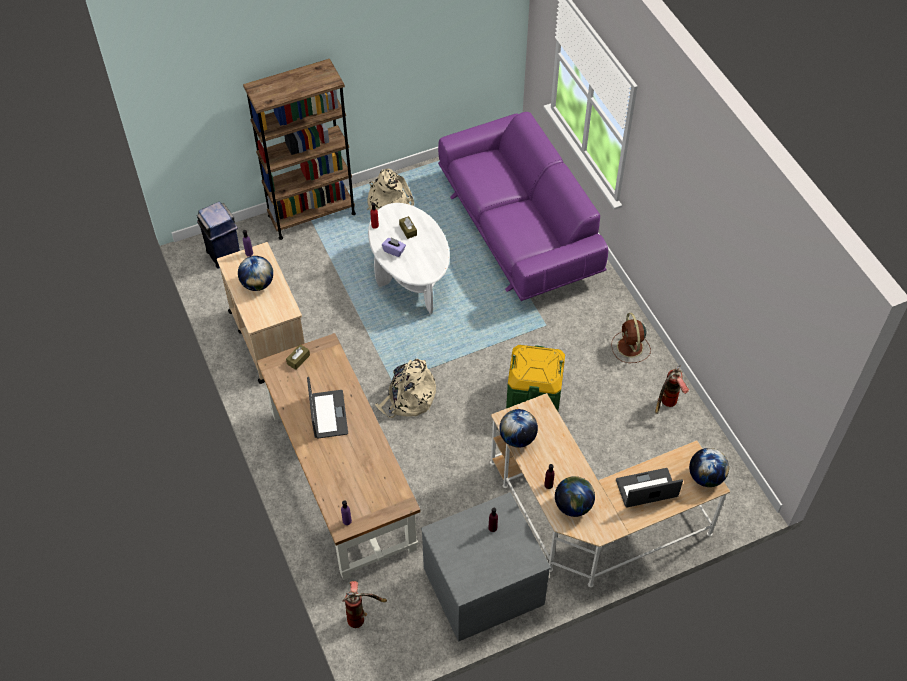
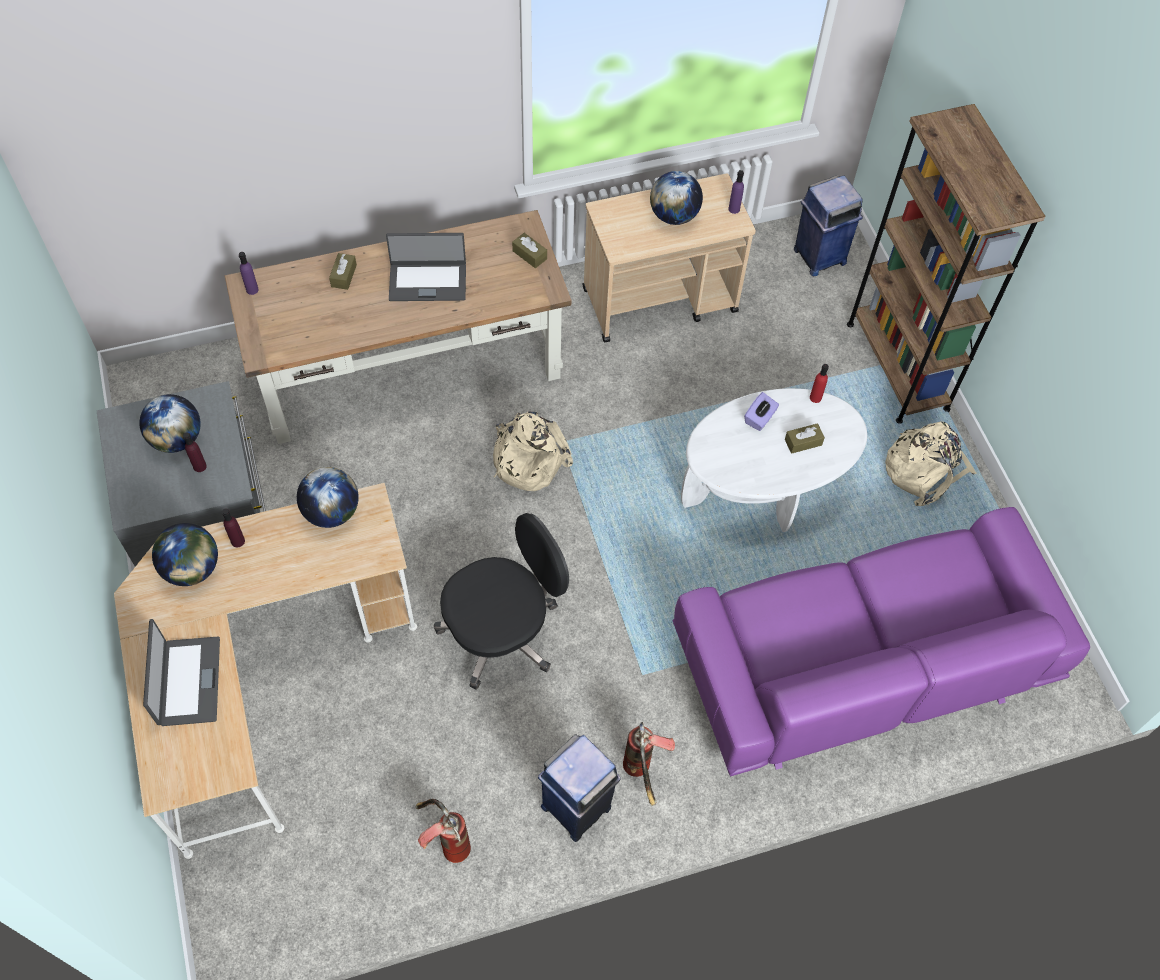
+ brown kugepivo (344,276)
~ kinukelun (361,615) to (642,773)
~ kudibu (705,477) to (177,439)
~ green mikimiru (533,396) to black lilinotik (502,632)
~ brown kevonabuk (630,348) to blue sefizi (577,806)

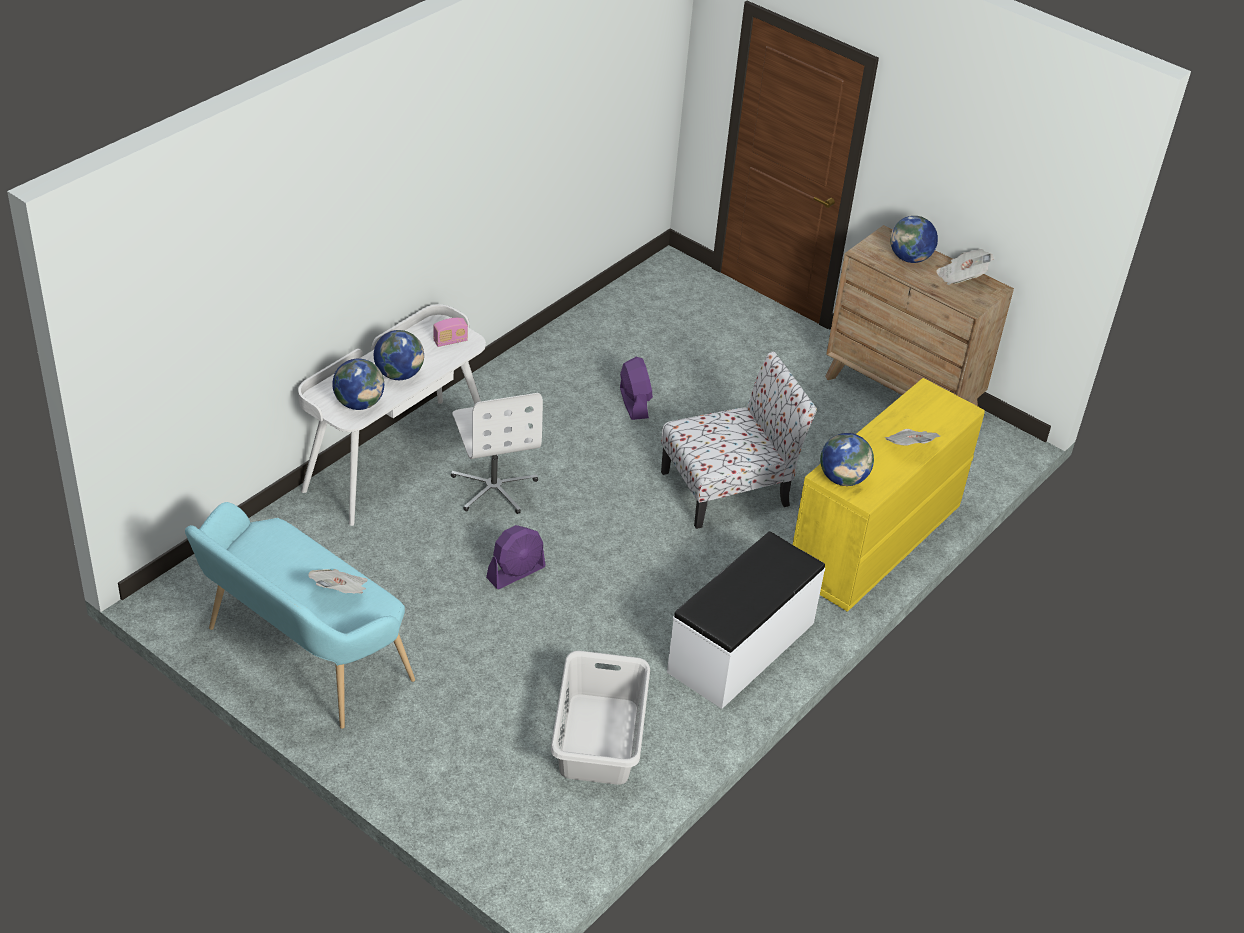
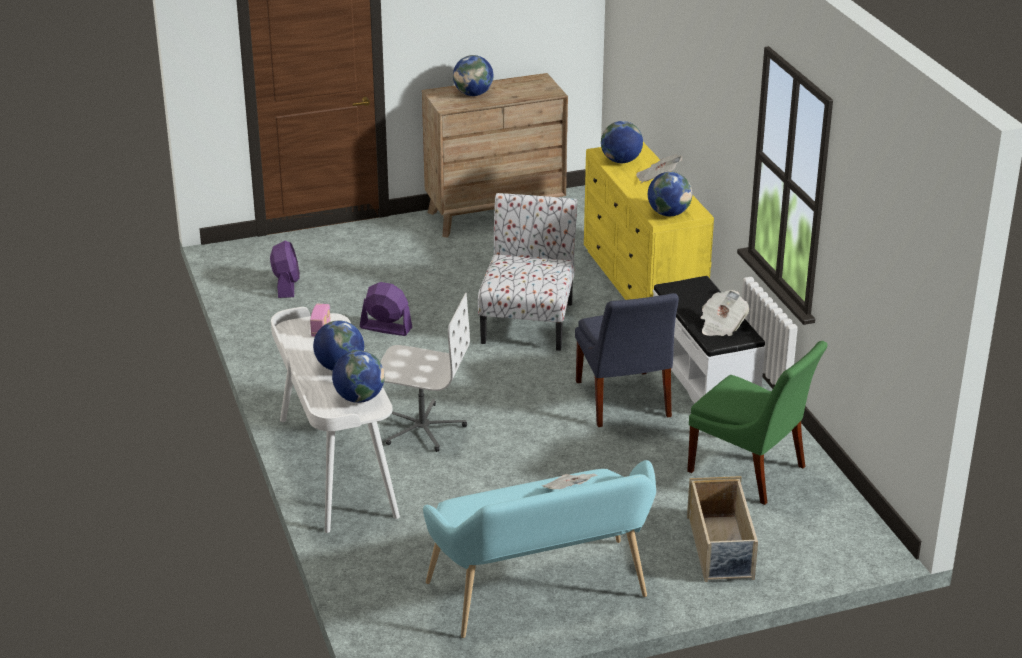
+ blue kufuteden (623,402)
+ kudibu (621,161)
+ beige mikimiru (721,548)
~ purple kevonabuk (516,572) to (286,286)
~ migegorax (961,277) to (721,326)
~ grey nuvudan (597,739) to green kufuteden (750,471)

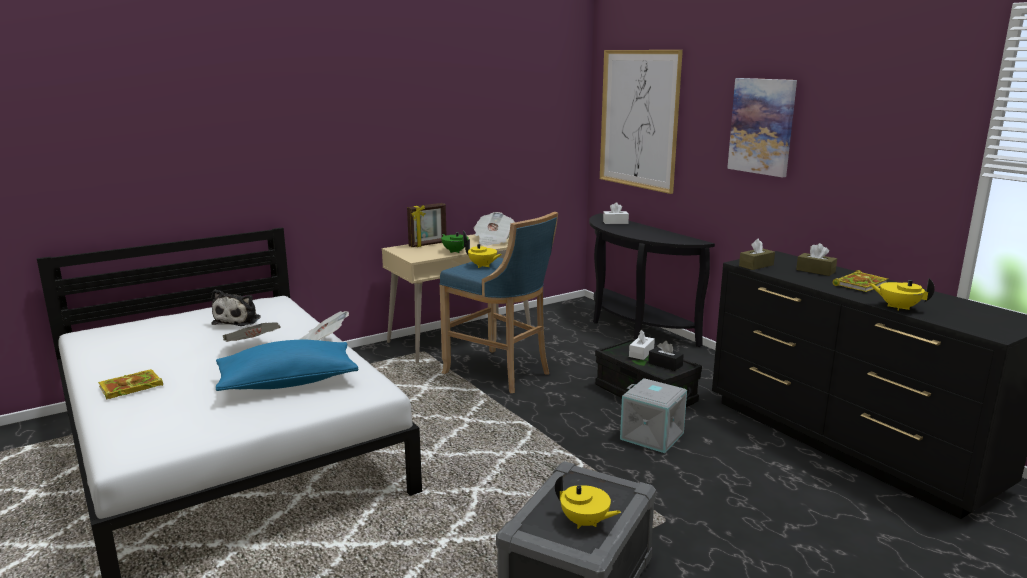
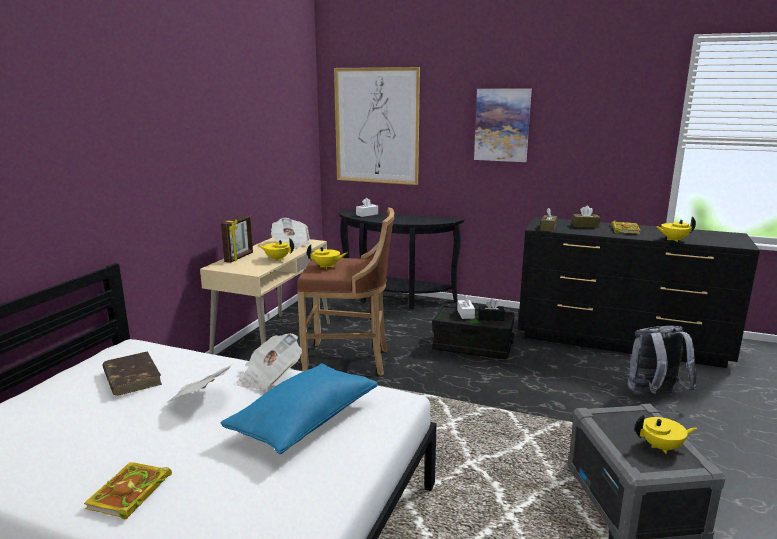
- grey mikimiru (653,436)
+ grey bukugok (654,396)
~ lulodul (239,320) to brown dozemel (131,377)
~ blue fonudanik (501,373) to brown fonudanik (349,361)
~ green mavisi (455,251) to yellow mavisi (277,259)

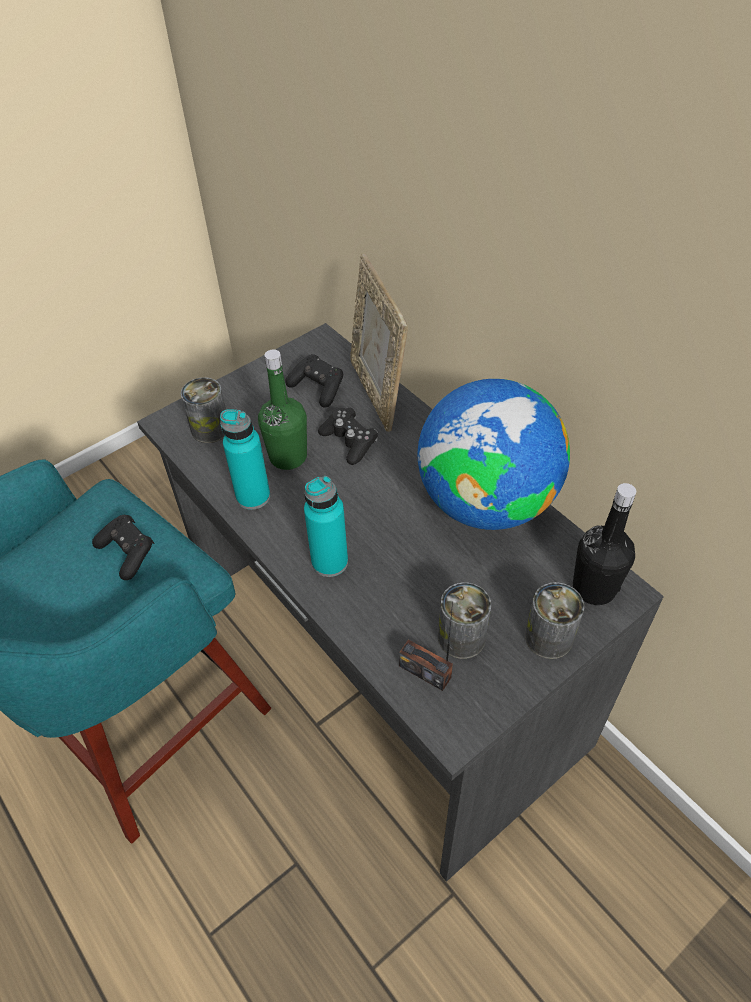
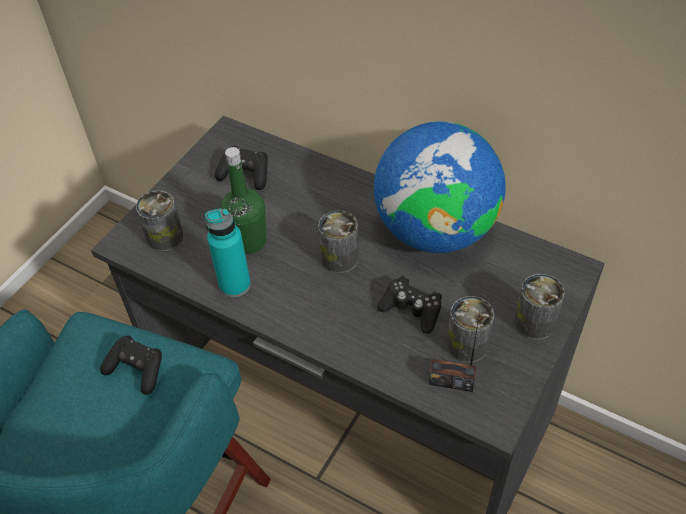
- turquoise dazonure (329,562)
- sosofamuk (377,392)
- black dazonure (594,588)
+ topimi (339,258)
~ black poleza (349,441) to (411,310)

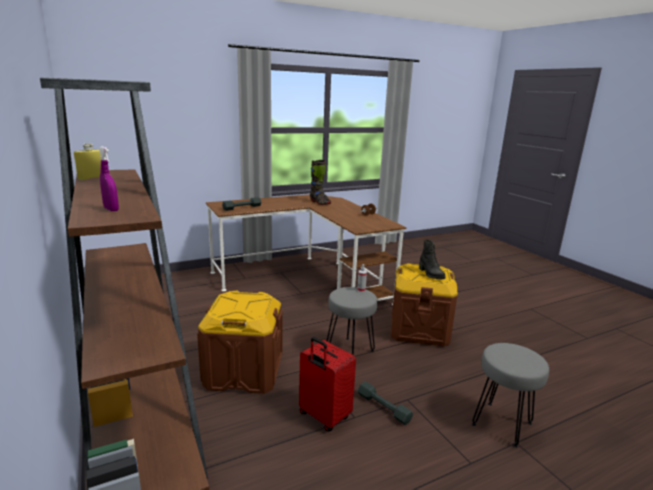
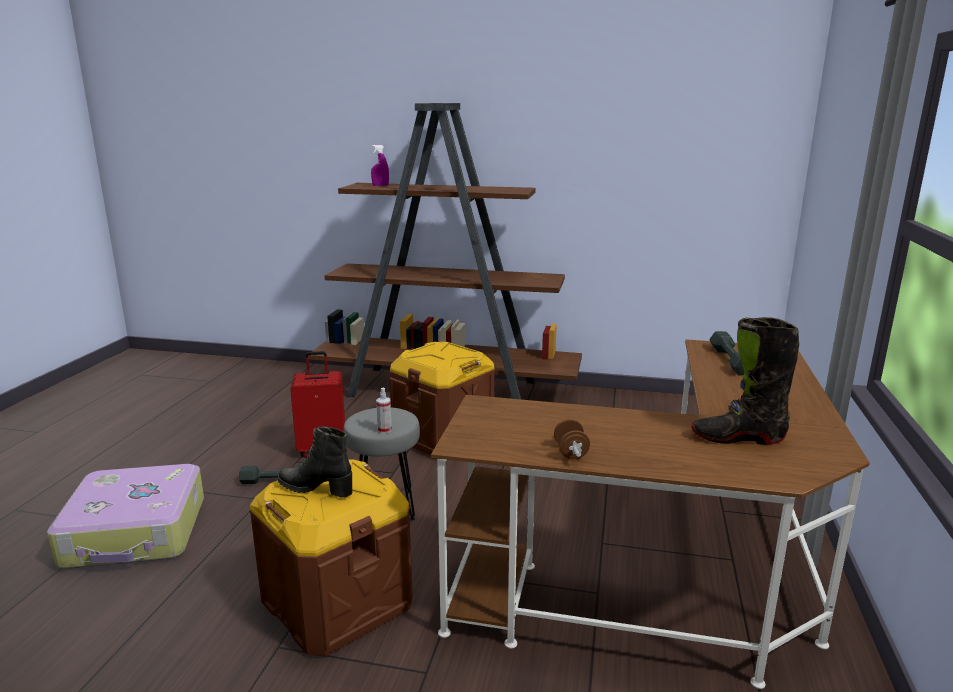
- yellow dazonure (92,178)
~ grey fonudanik (501,424) to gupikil (136,532)

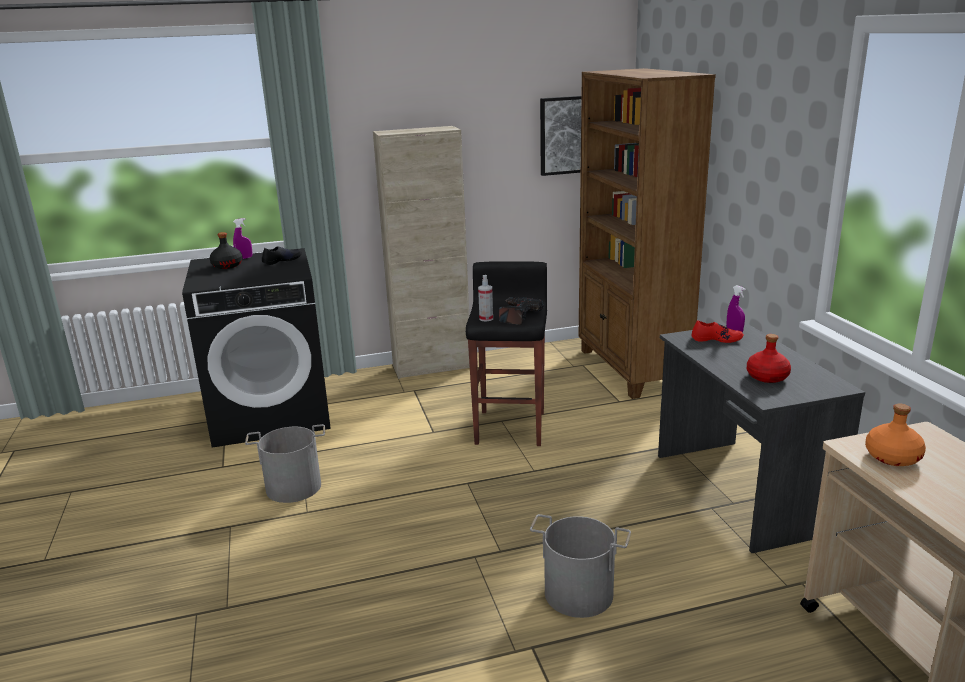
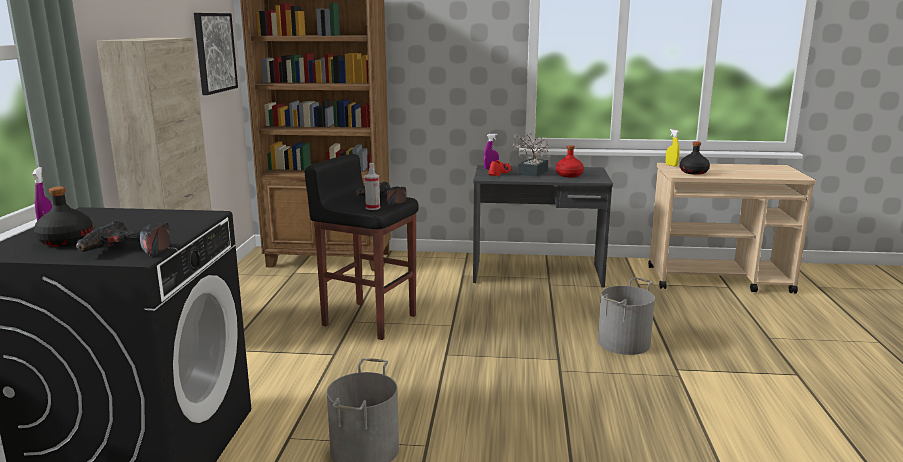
- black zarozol (282,260)
+ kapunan (126,250)
+ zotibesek (531,173)
+ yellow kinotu (671,165)
~ orange dazonure (892,457) to black dazonure (693,172)

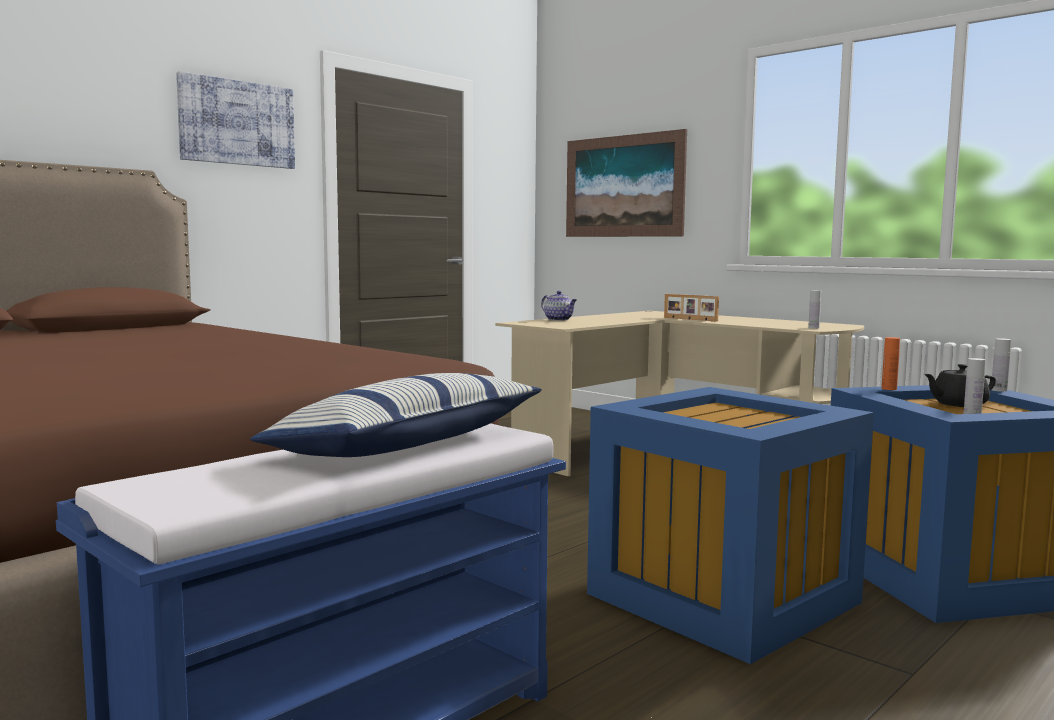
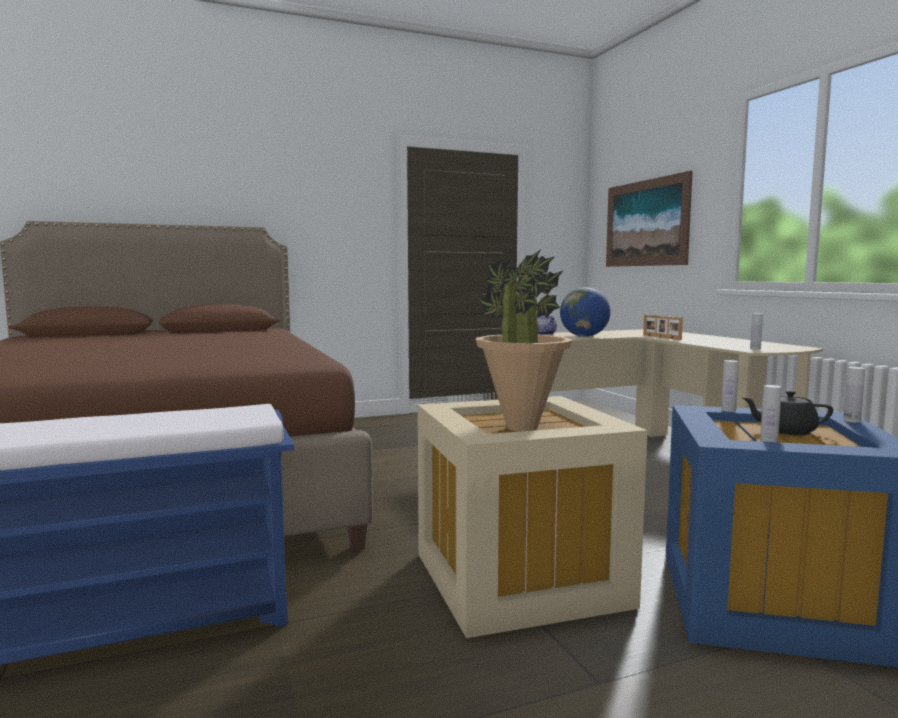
- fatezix (237,123)
- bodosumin (408,445)
+ zotibesek (521,428)
+ kudibu (584,336)
~ blue mikimiru (727,598) to beige mikimiru (523,580)
~ orange dazonure (889,389) to white dazonure (728,410)

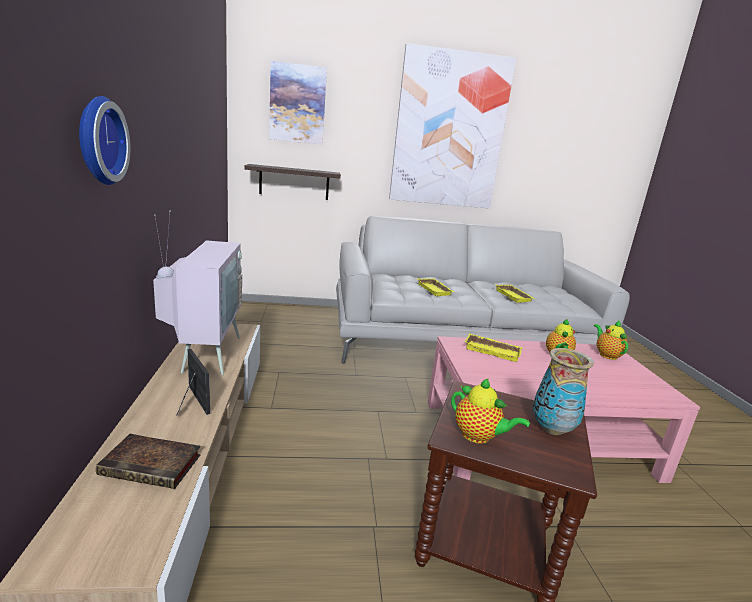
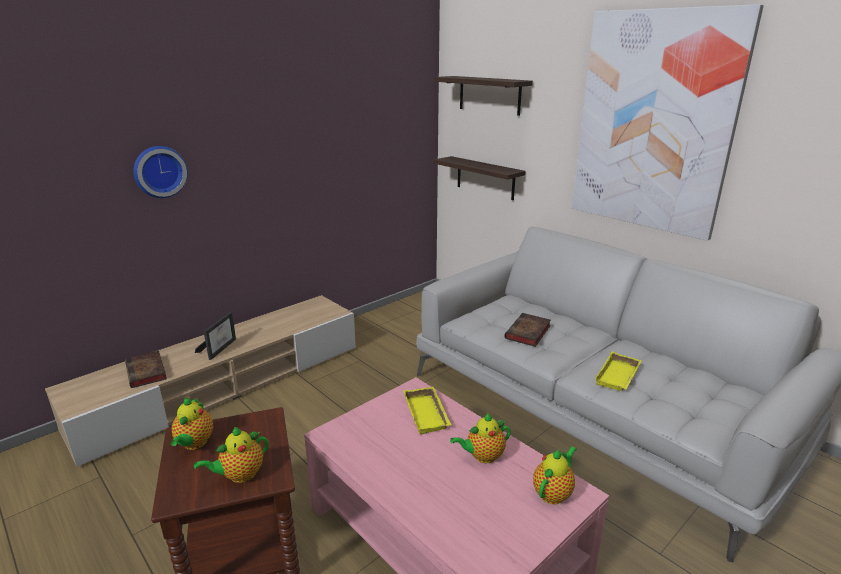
- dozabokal (204,353)
~ fatezix (297,104) to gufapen (489,95)
~ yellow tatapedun (435,290) to dozemel (528,333)
~ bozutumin (551,429) to mavisi (240,475)

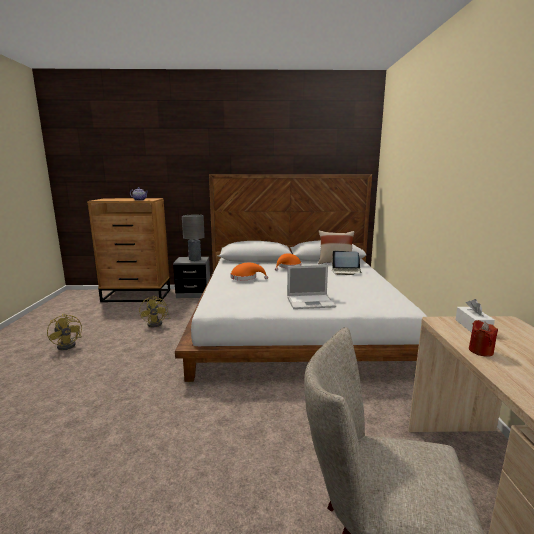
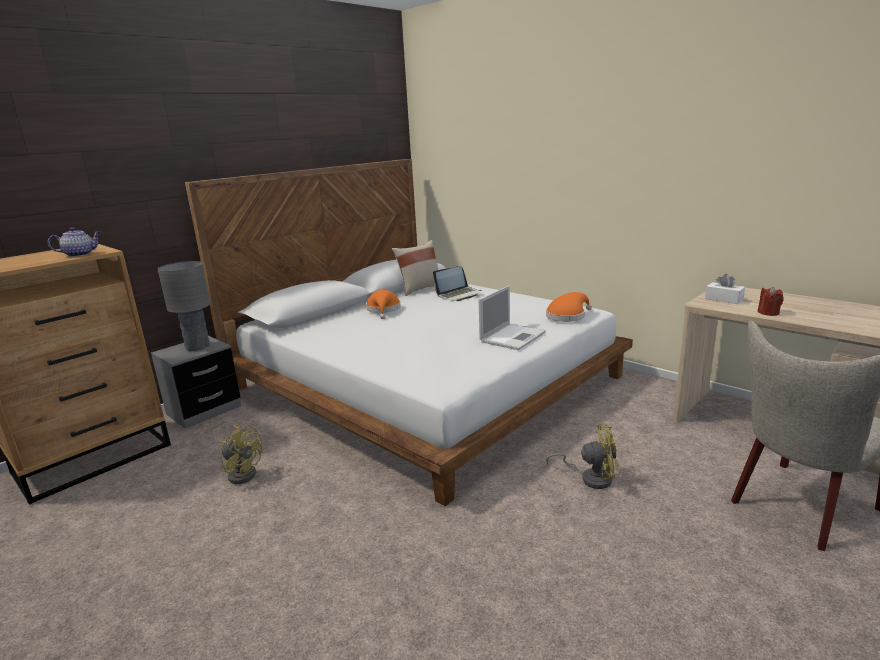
~ yellow kevonabuk (69,344) to (590,477)
~ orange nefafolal (246,278) to (567,316)

